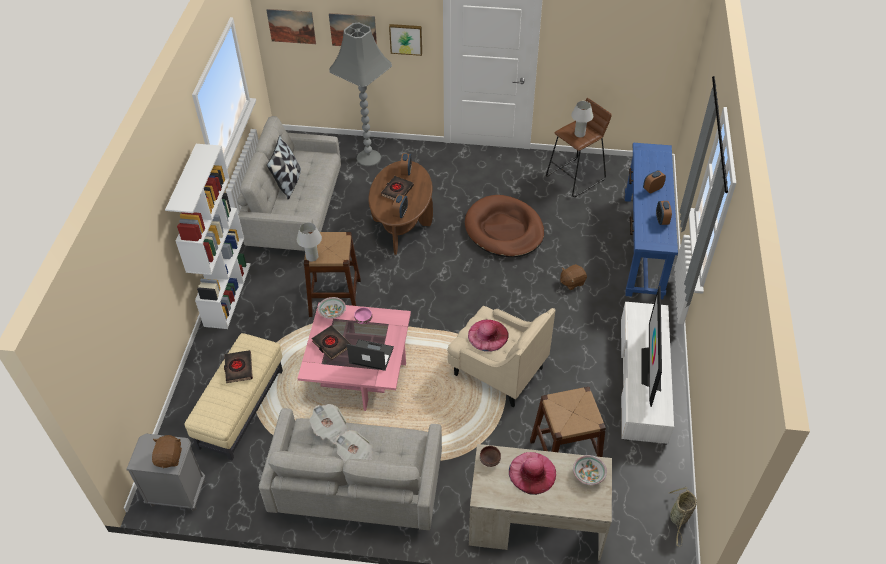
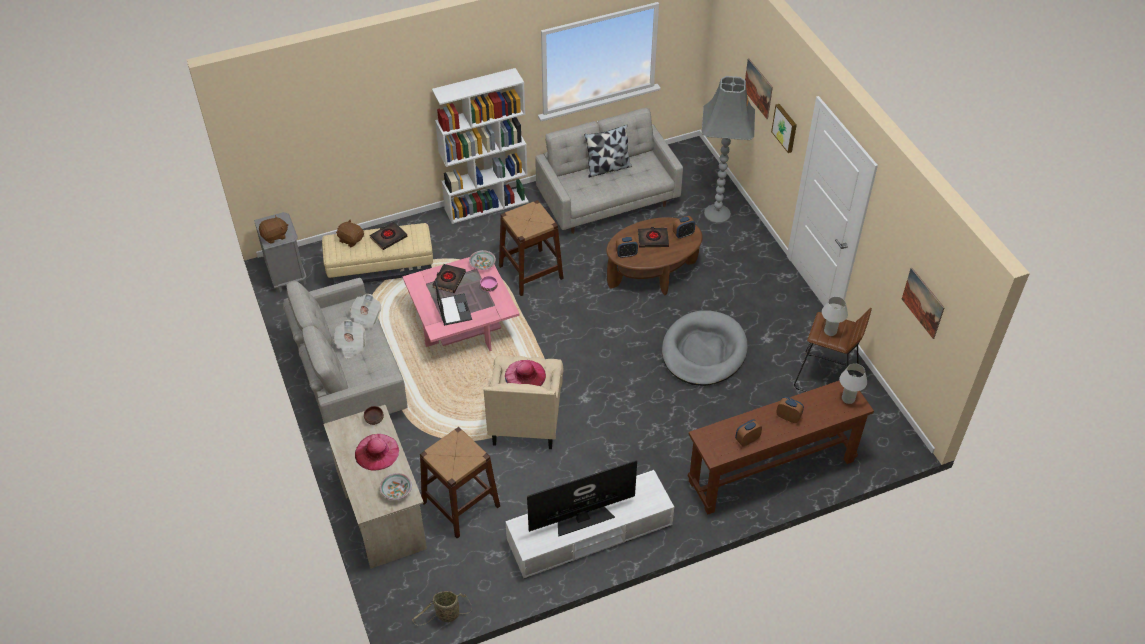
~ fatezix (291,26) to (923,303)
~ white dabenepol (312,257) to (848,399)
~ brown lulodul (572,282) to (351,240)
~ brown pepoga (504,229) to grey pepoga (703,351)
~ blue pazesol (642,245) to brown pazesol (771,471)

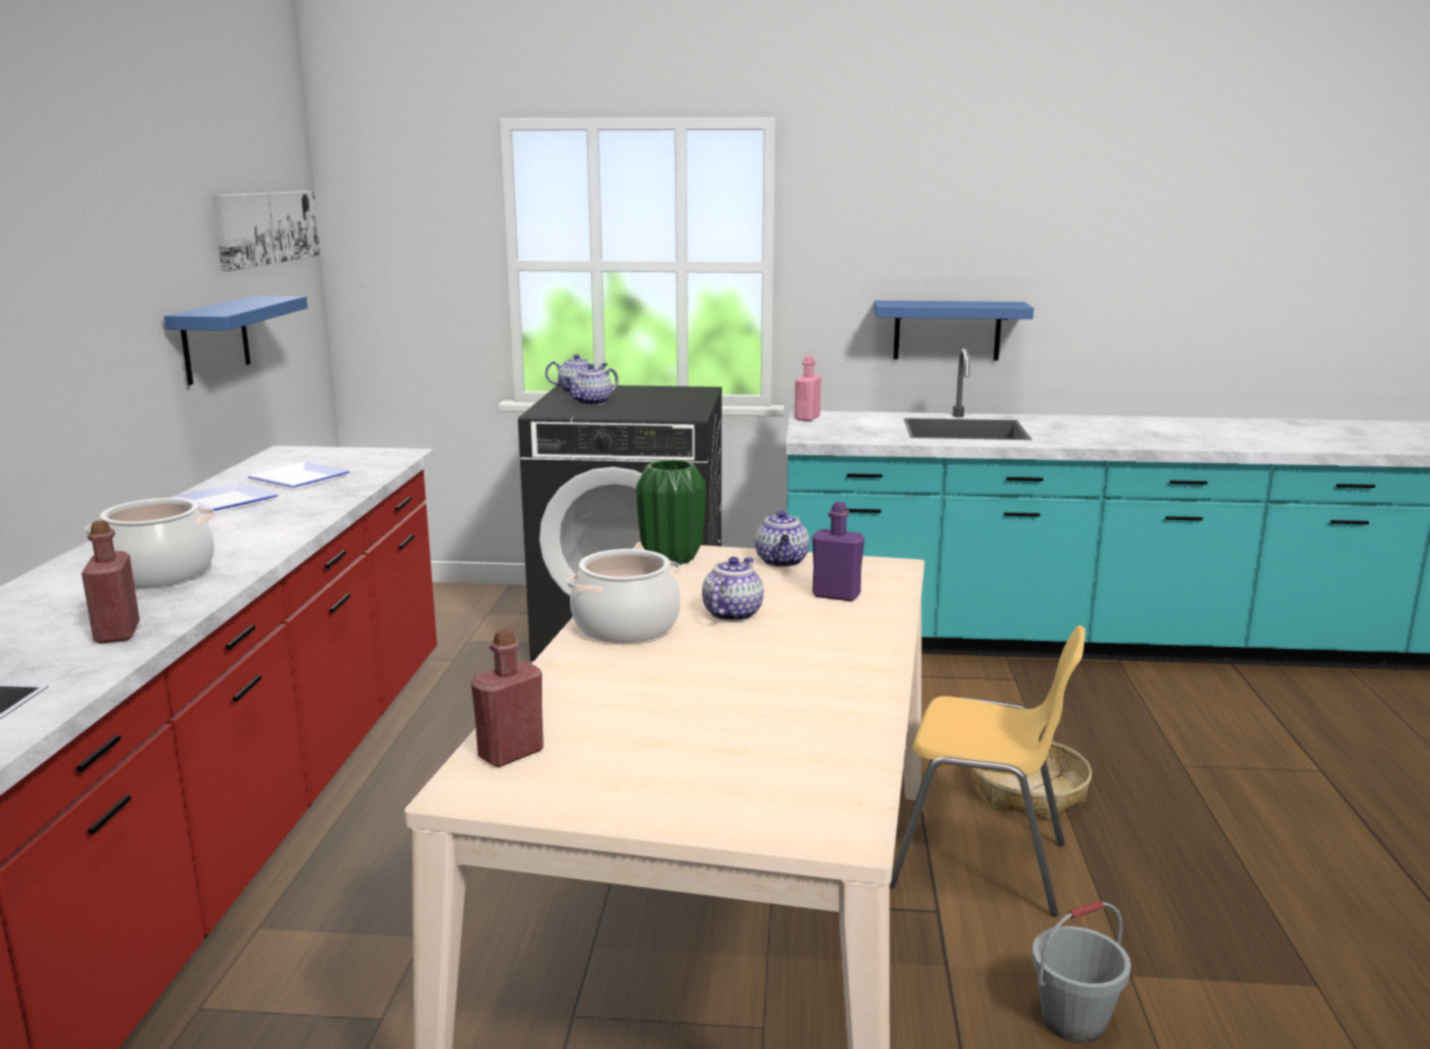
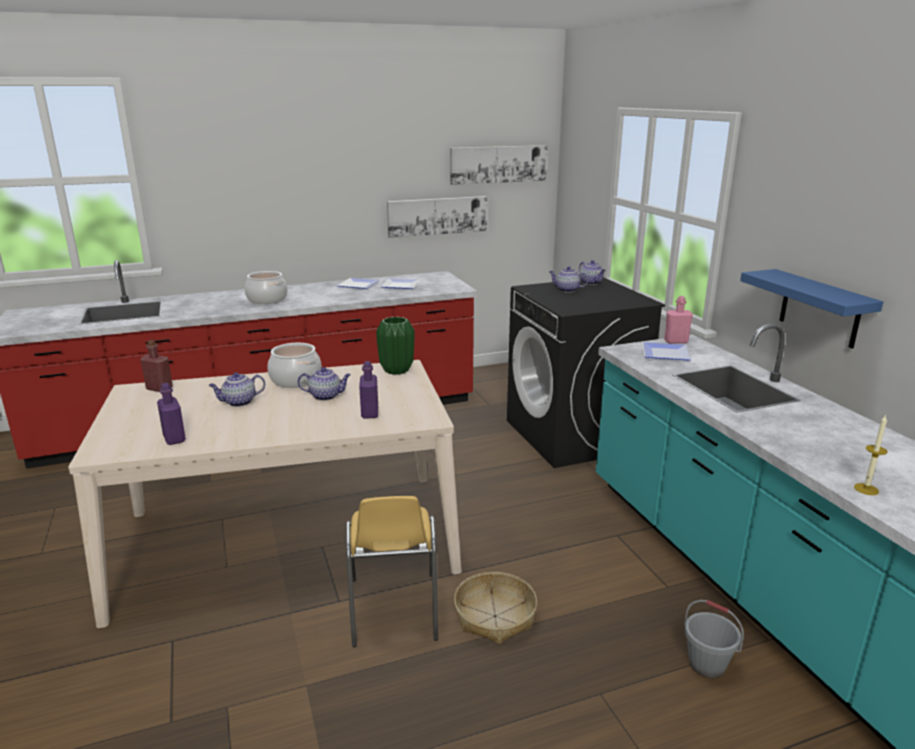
- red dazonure (117,633)
+ purple dazonure (174,438)
+ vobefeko (667,353)
+ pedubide (866,489)
~ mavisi (782,562) to (239,402)
~ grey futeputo (1074,1022) to (706,665)
~ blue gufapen (215,339) to fatezix (437,216)

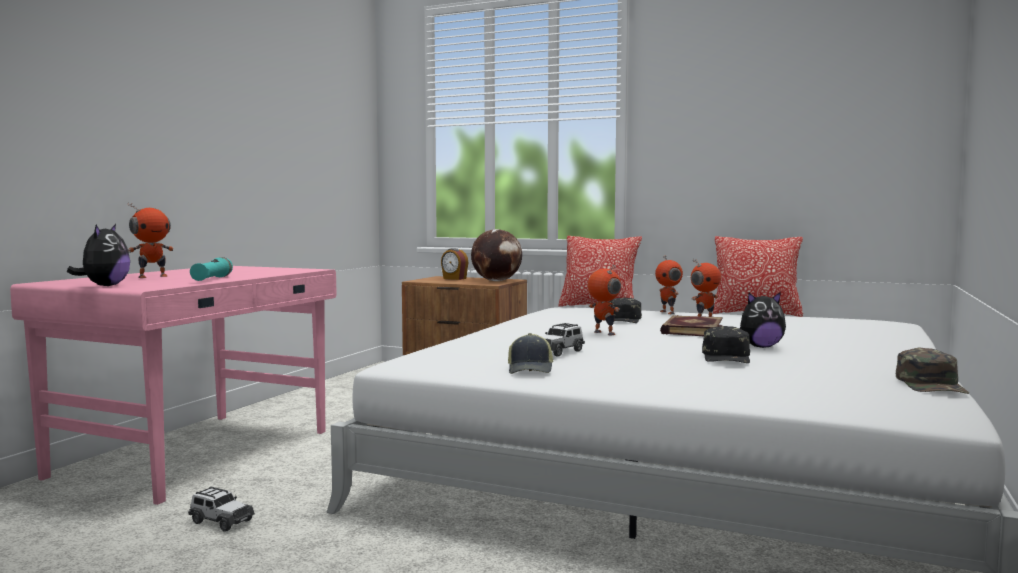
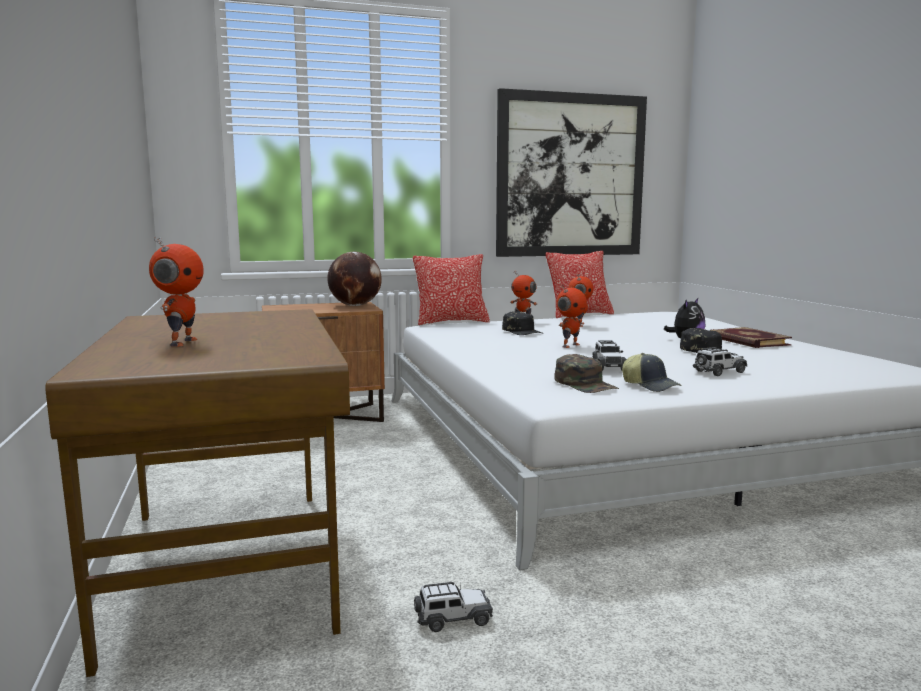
- lulodul (104,286)
- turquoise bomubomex (212,279)
- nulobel (454,278)
+ fatezix (570,176)
+ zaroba (719,372)
~ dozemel (691,330) to (747,341)
~ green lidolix (931,384) to (585,384)
~ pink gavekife (199,453) to brown gavekife (229,564)
~ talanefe (603,333) = (570,345) 120 degrees clockwise

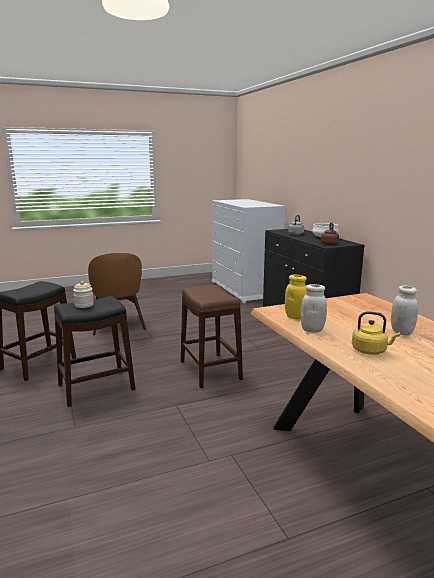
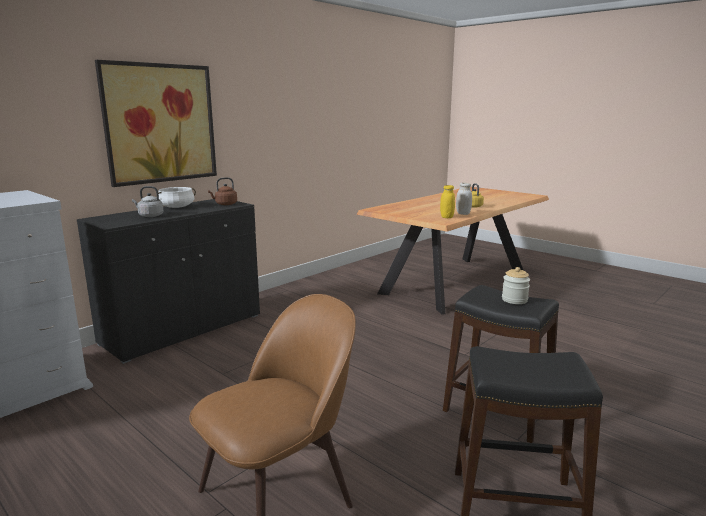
- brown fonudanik (210,370)
- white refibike (401,332)
+ fatezix (160,123)

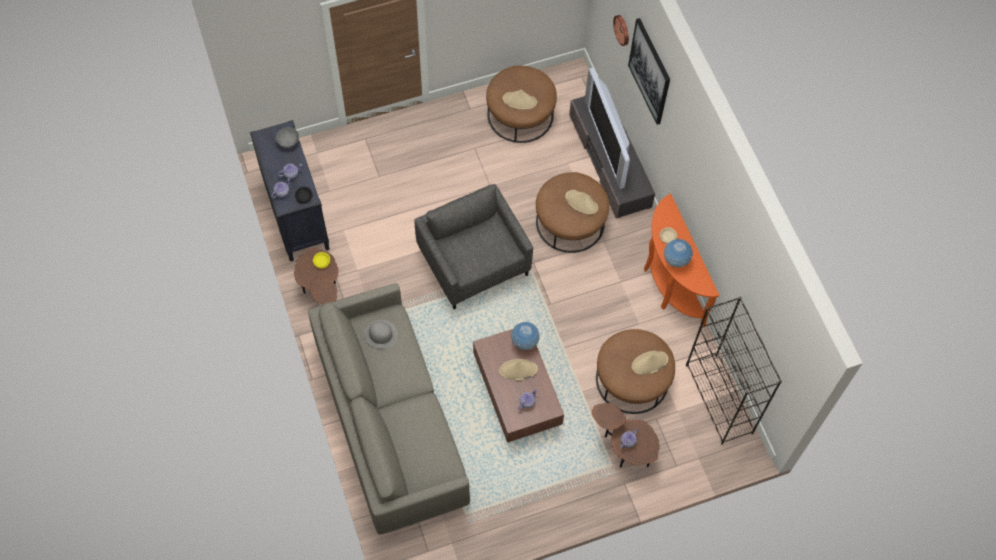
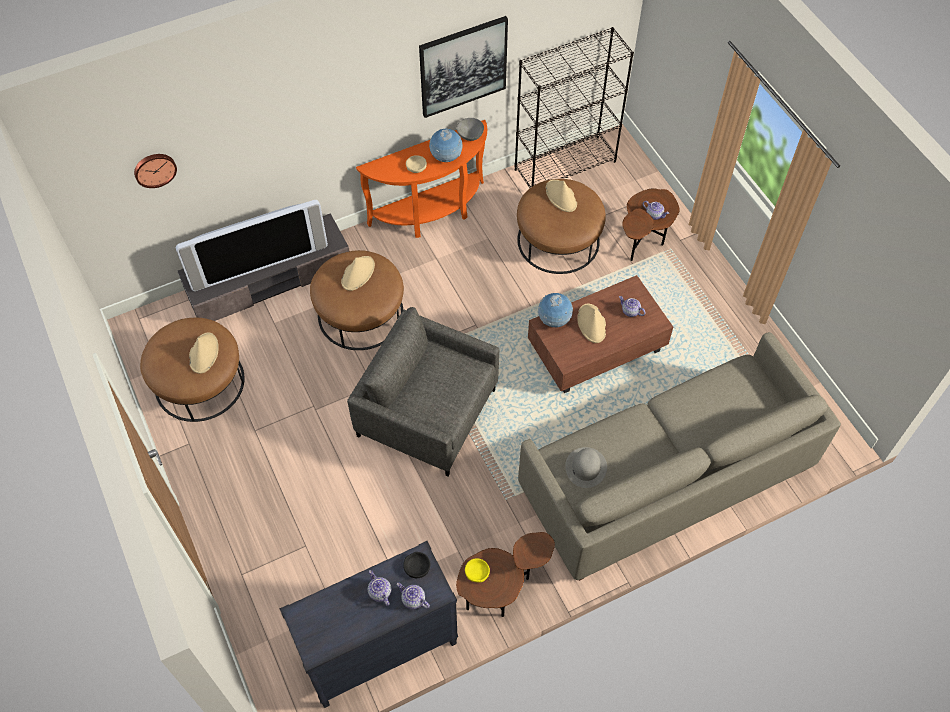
~ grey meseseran (288,142) to (470,135)
~ fatezix (650,71) to (463,66)
~ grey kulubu (473,261) = (427,412) 60 degrees clockwise

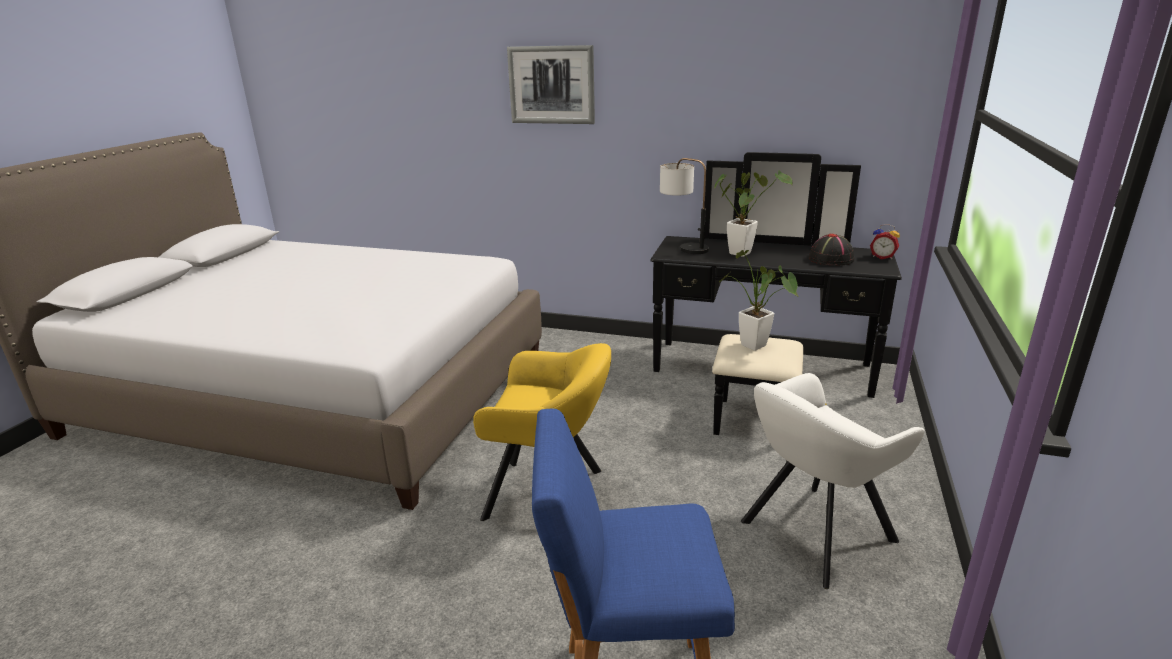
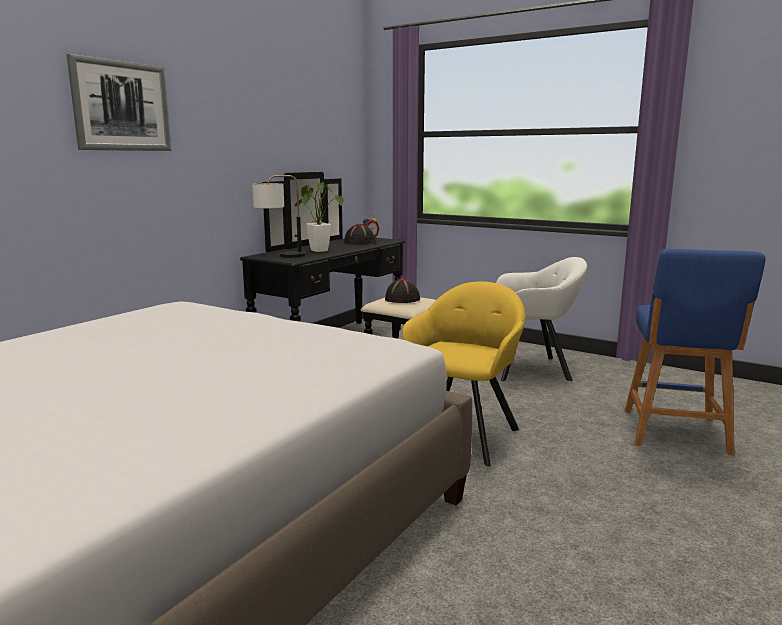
~ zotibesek (758,347) to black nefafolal (402,299)
~ white kulubu (812,534) = (533,369) 75 degrees counterclockwise

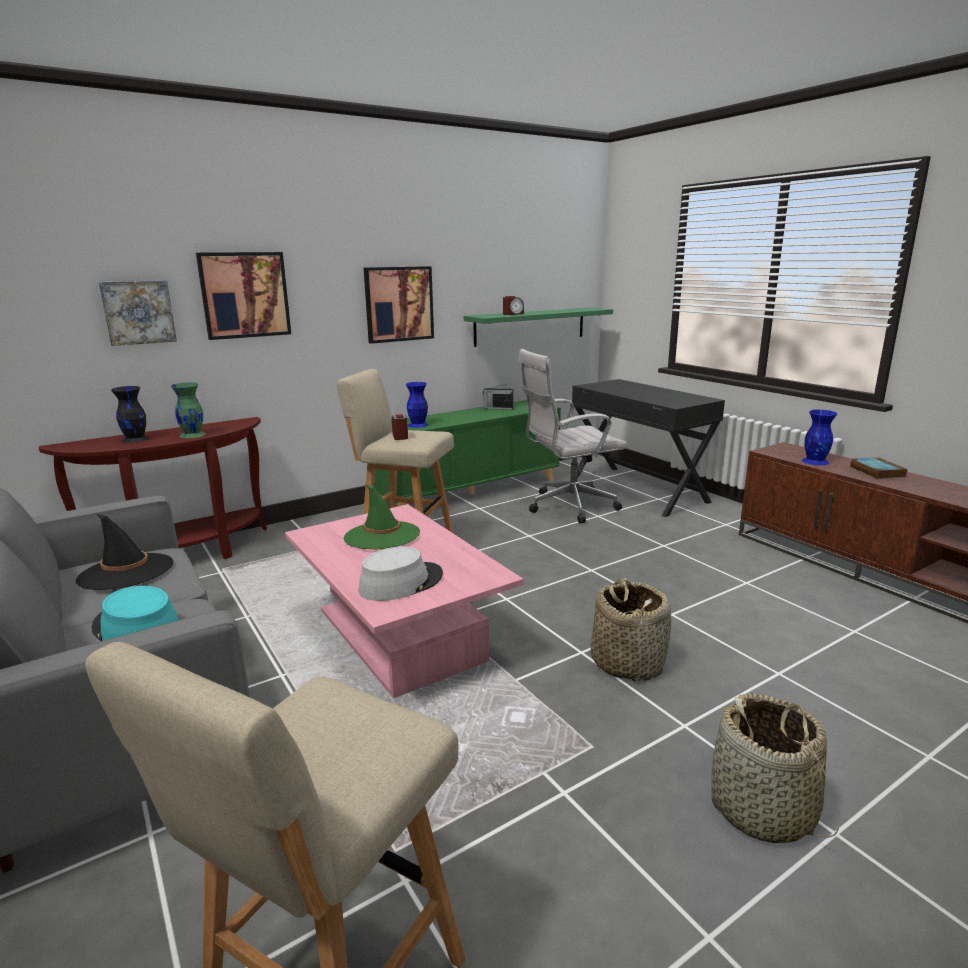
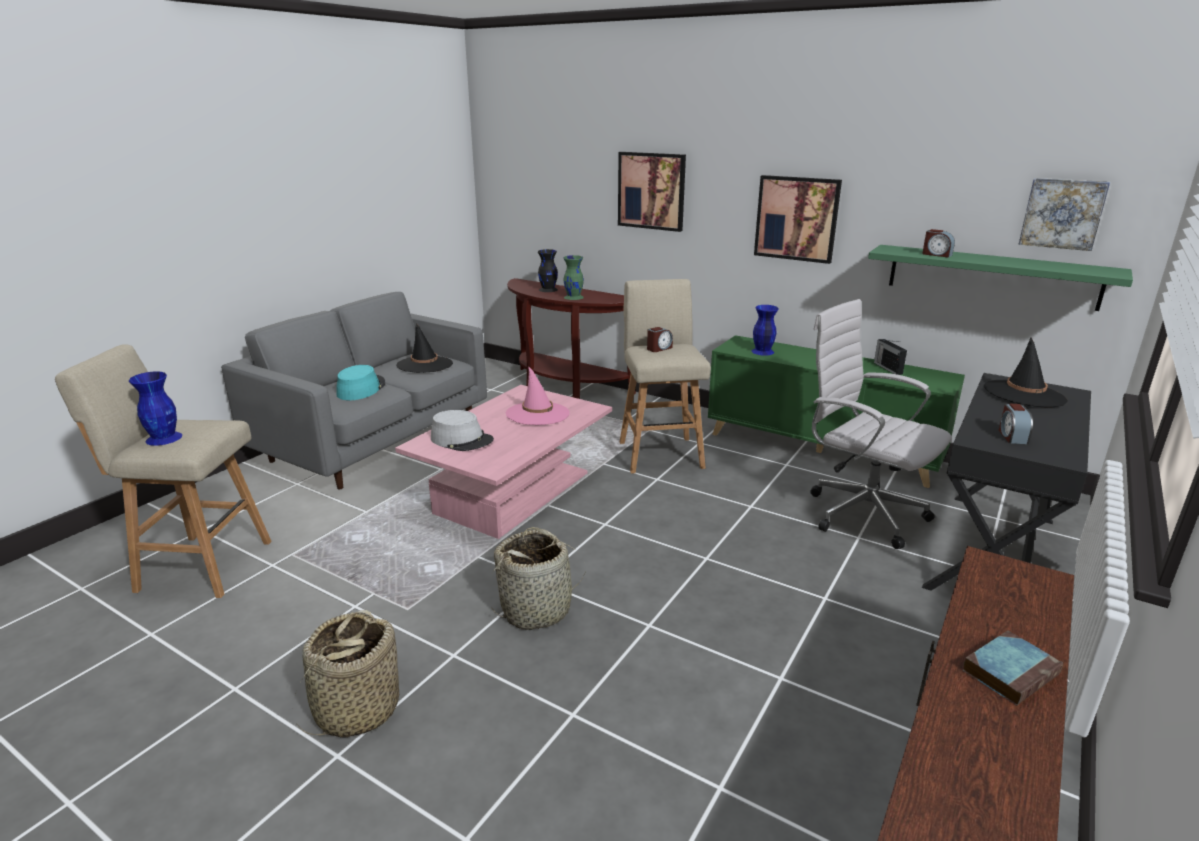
+ black nefafolal (1024,394)
+ nulobel (1012,436)
~ fatezix (138,312) to (1062,213)
~ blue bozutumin (815,461) to (164,438)
~ green nefafolal (382,536) to pink nefafolal (537,414)

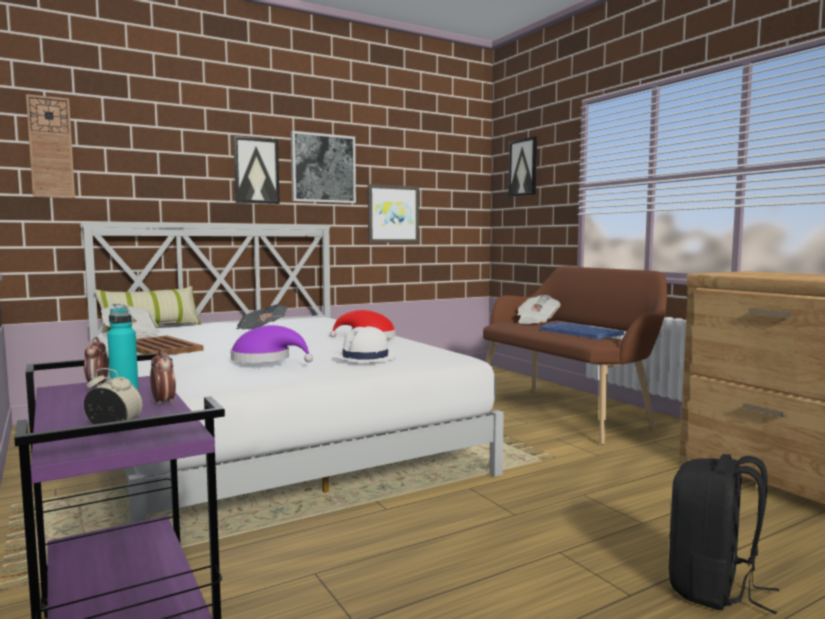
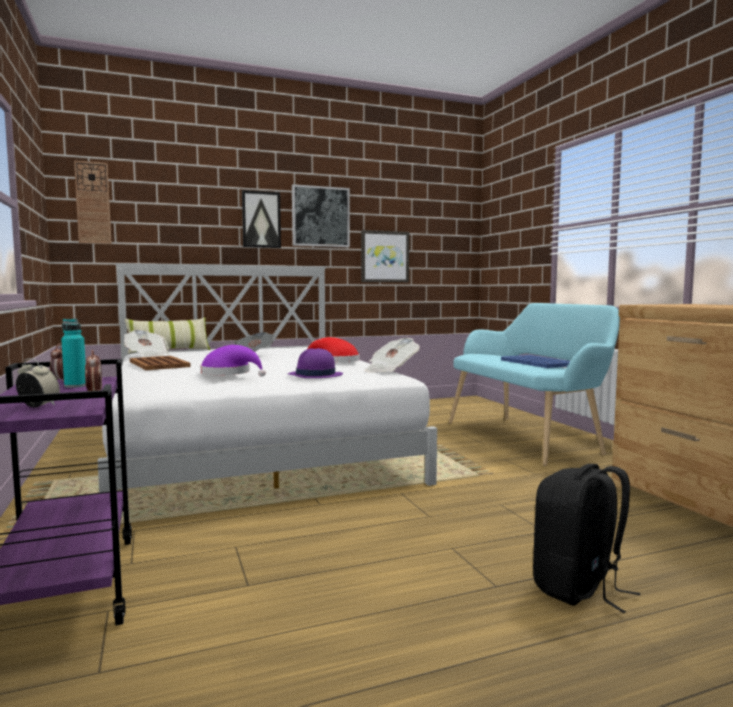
- fatezix (523,167)
~ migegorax (536,322) to (390,370)
~ white nefafolal (365,358) to purple nefafolal (315,375)
~ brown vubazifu (567,412) to turquoise vubazifu (527,437)

